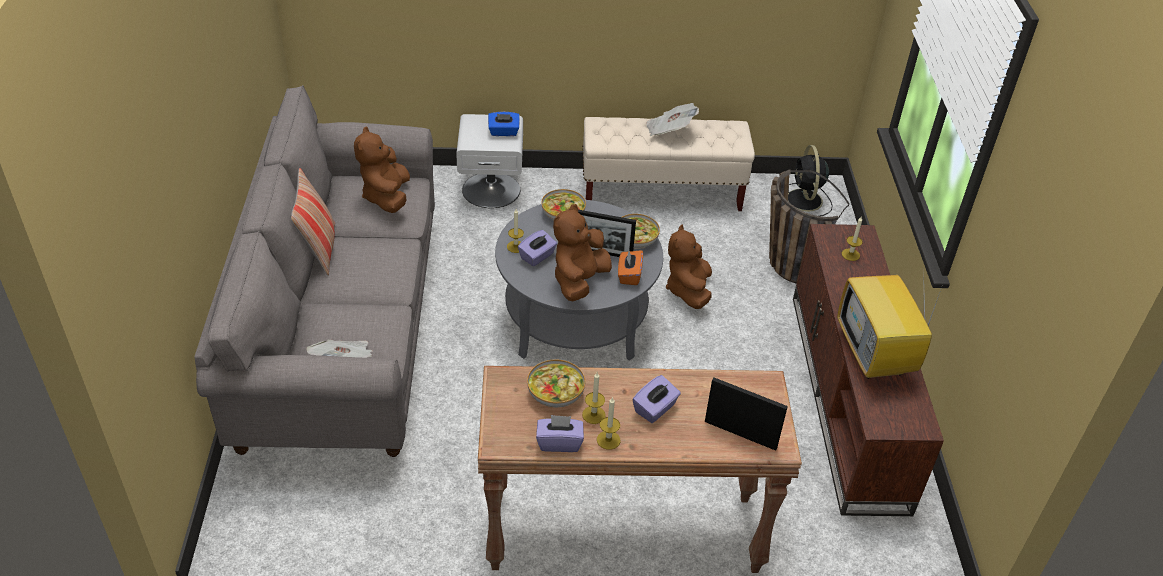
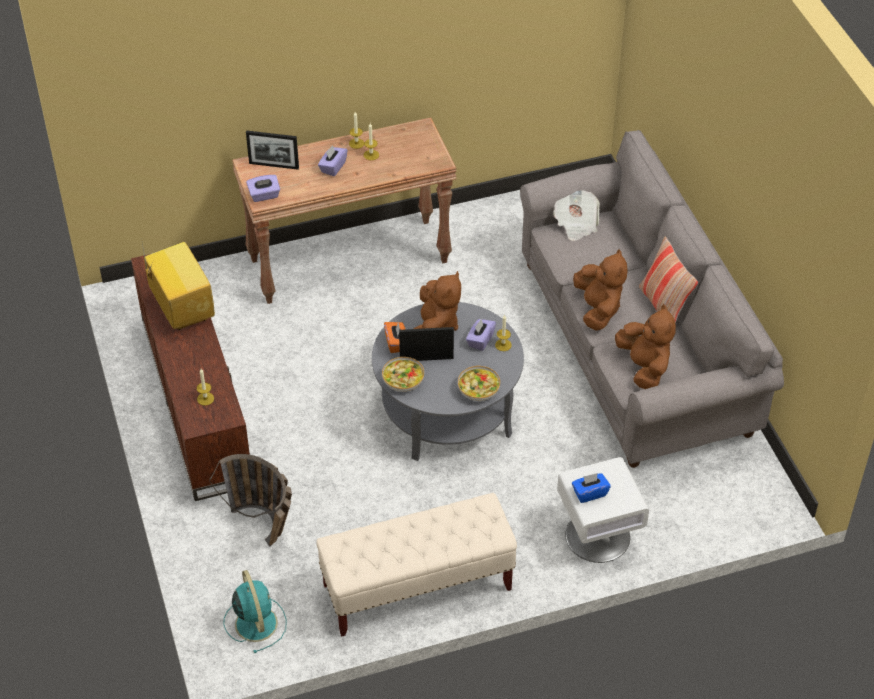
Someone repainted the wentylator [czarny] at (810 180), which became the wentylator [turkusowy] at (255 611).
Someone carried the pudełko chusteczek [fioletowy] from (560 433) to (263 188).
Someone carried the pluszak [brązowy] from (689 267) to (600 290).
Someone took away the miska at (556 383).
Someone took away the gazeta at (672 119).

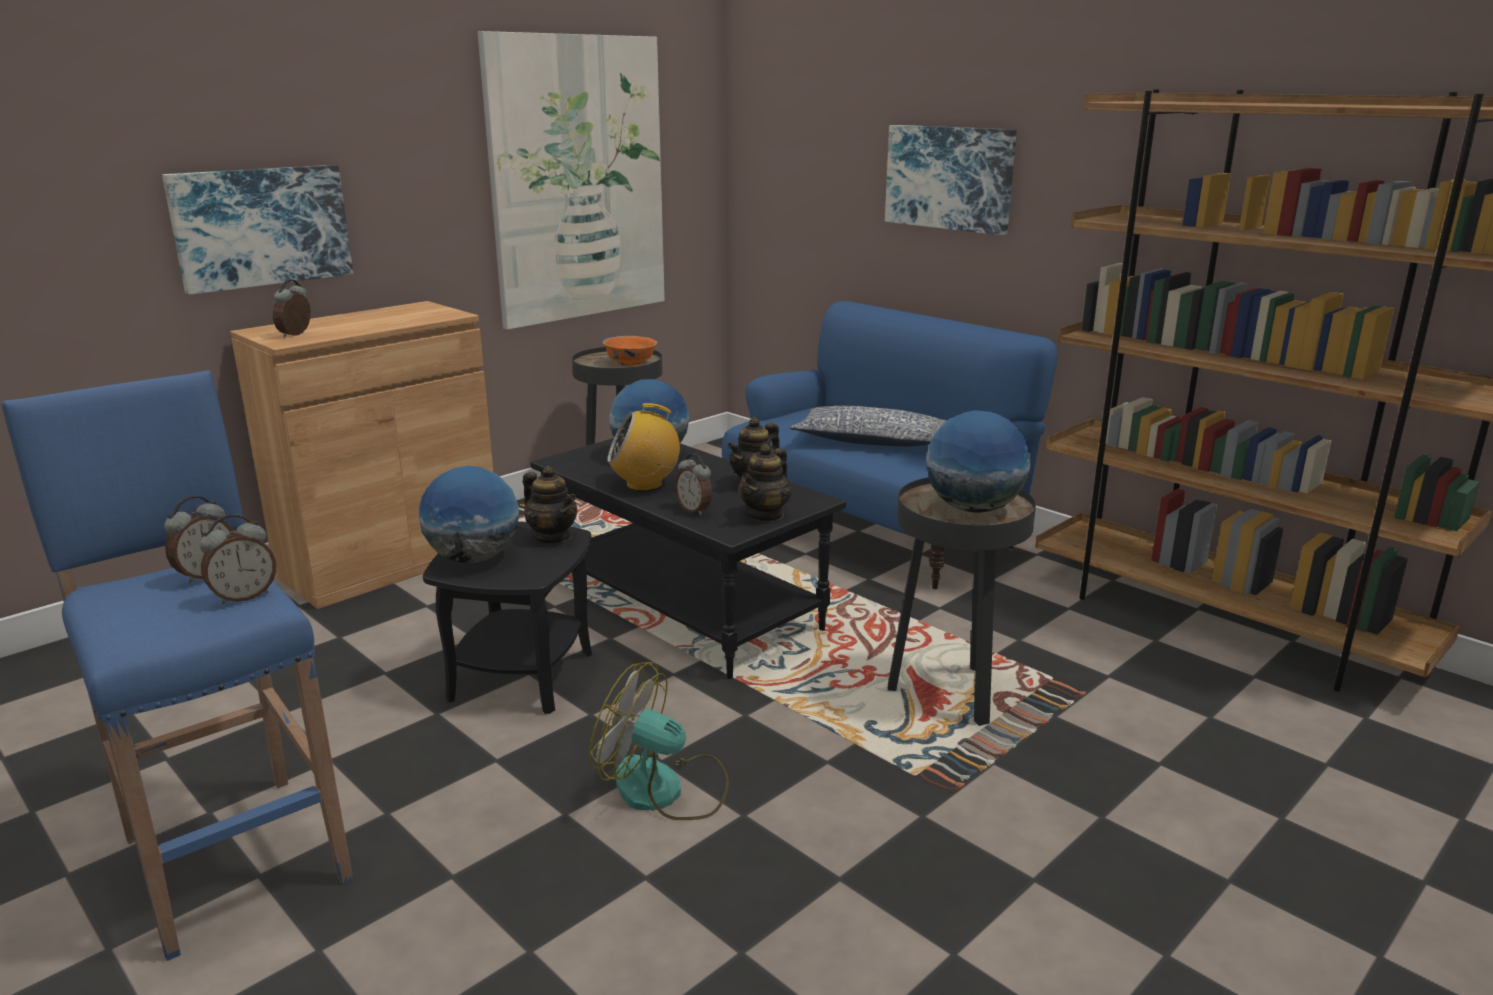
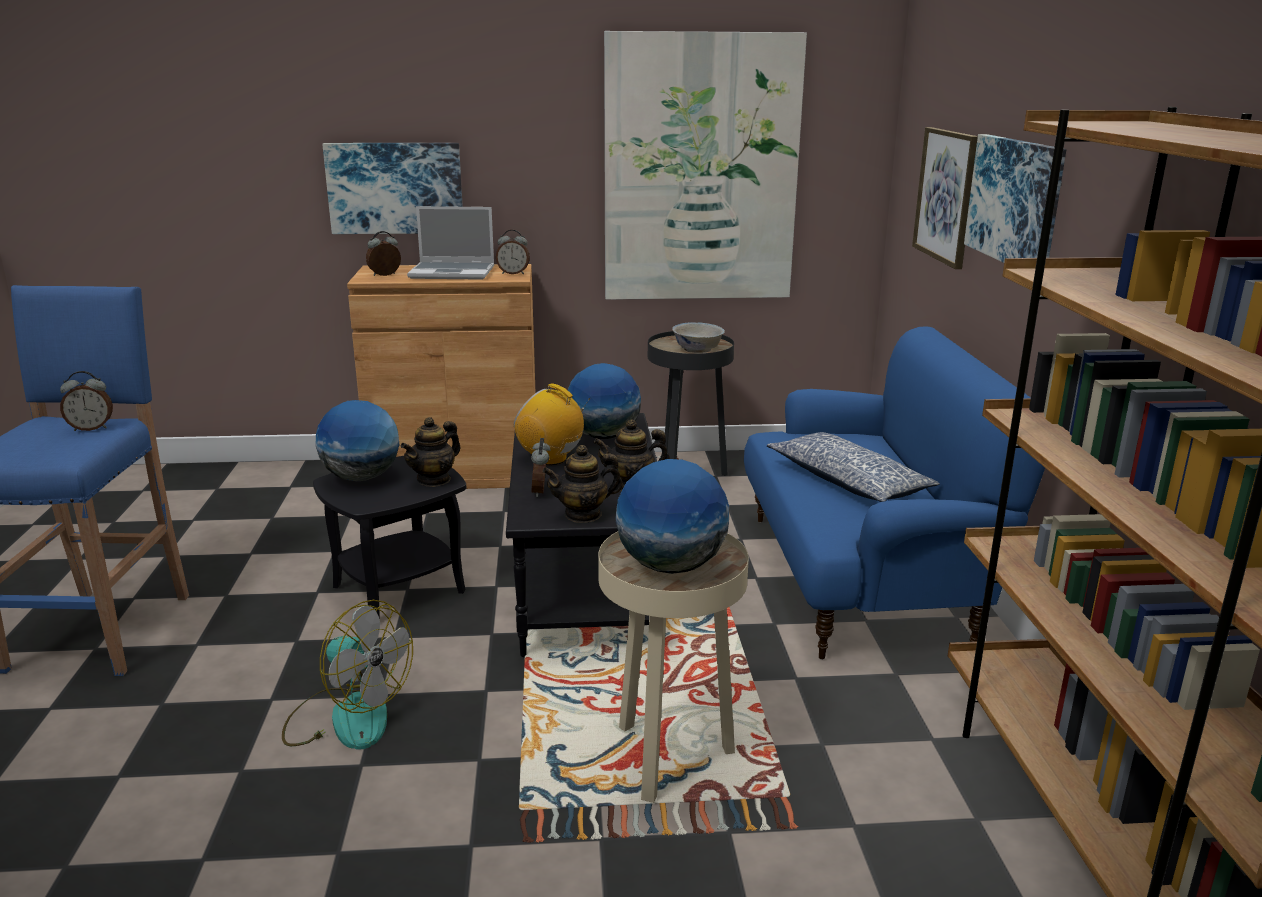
Someone rotated the wentylator at (659 741) by 150 degrees clockwise.
Someone rotated the imbryk at (550 504) by 45 degrees clockwise.
Someone put down the laptop at (450 243).
Someone carried the budzik from (238 559) to (513 252).
Someone repainted the stolik [czarny] at (962 601), which became the stolik [beżowy] at (673 667).
Someone repainted the miska [pomarańczowy] at (629 351), which became the miska [biały] at (698 337).
Someone put up the obraz at (945 198).

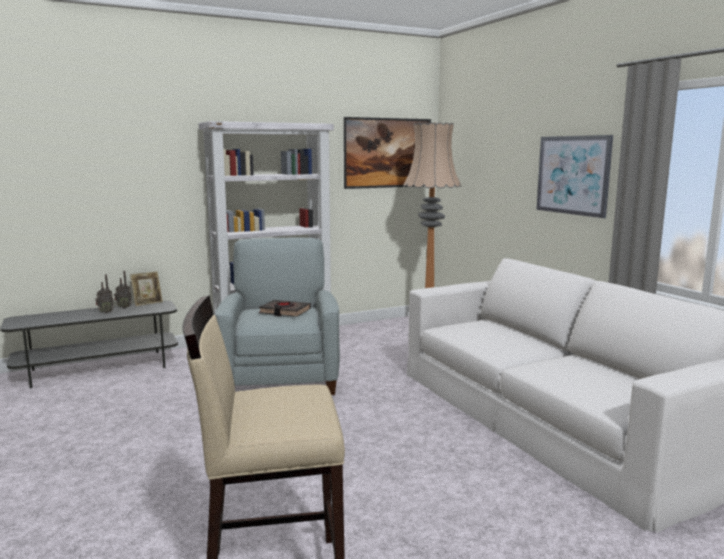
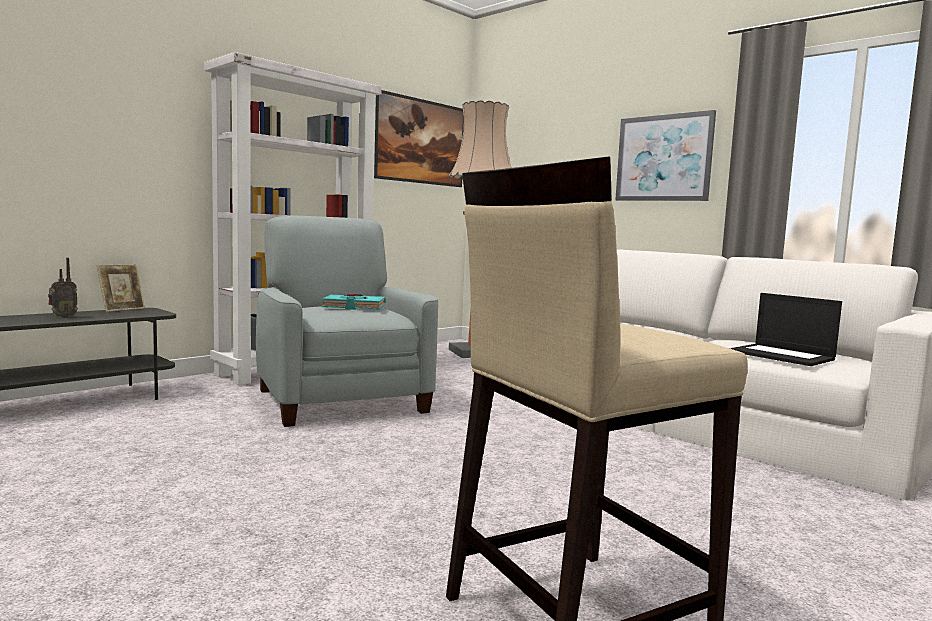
Someone repainted the książka [czarny] at (285 308), which became the książka [turkusowy] at (353 302).
Someone put down the laptop at (786 329).
Someone took away the radio at (123 289).

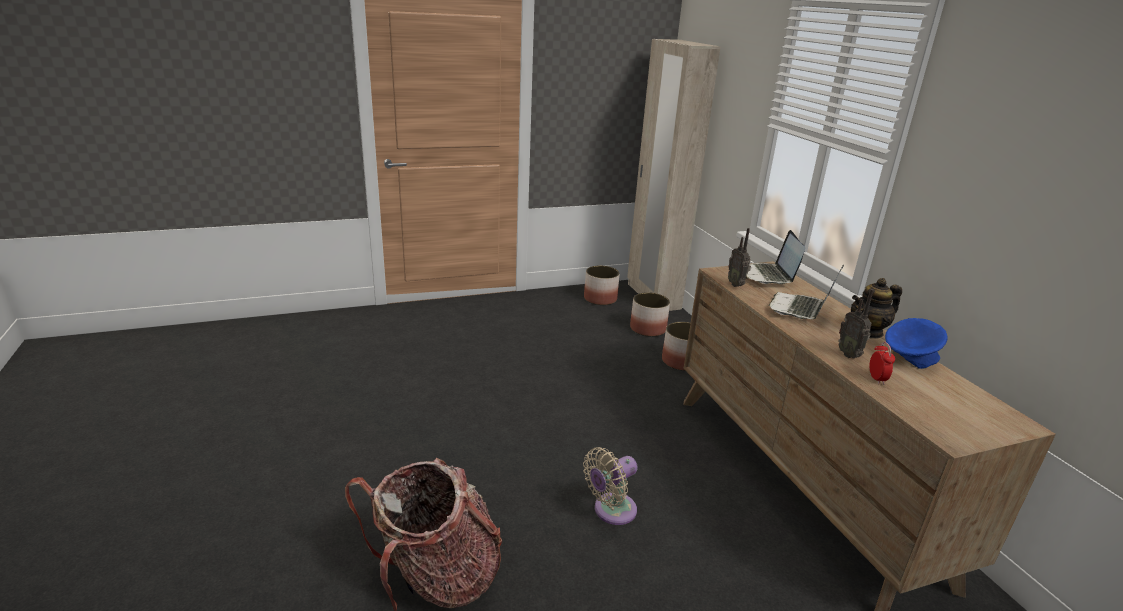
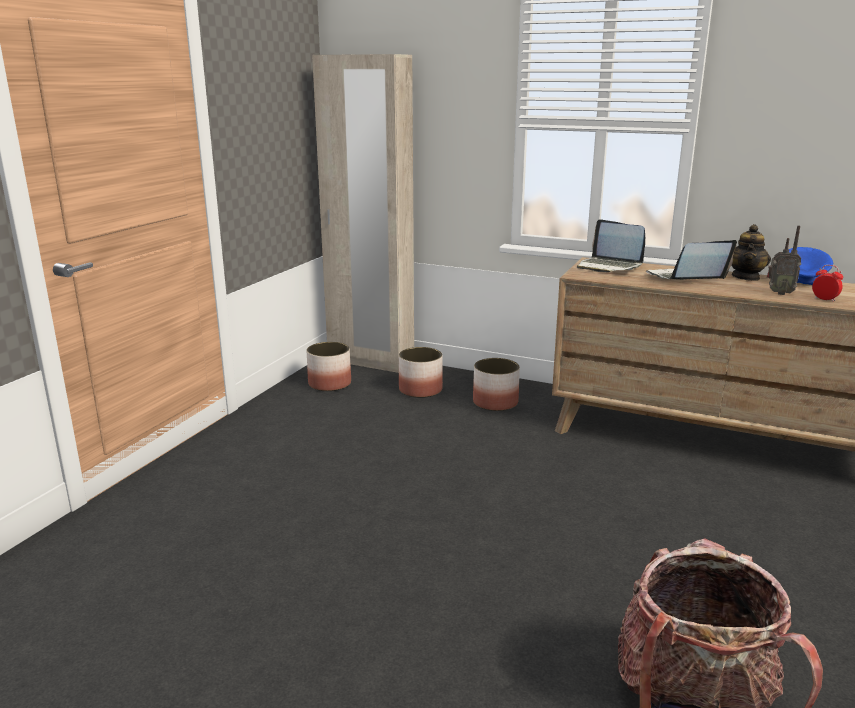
Someone rotated the laptop at (806 291) by 90 degrees clockwise.
Someone took away the wentylator [beżowy] at (610 486).
Someone took away the radio at (739 257).

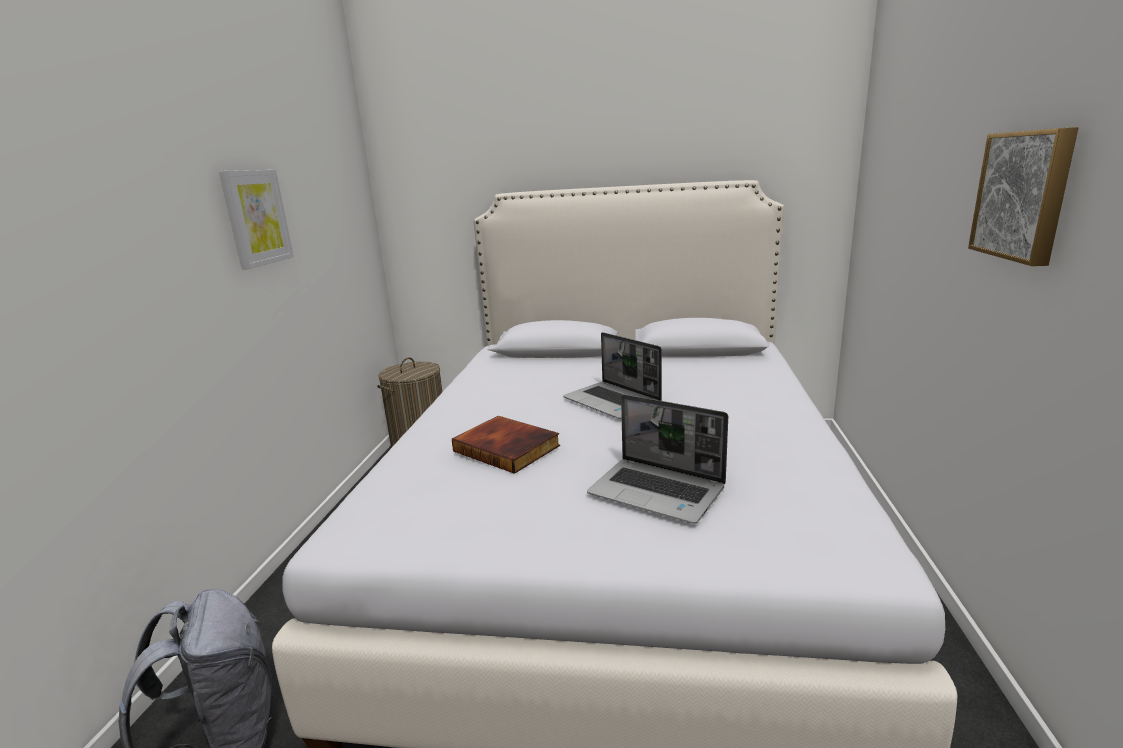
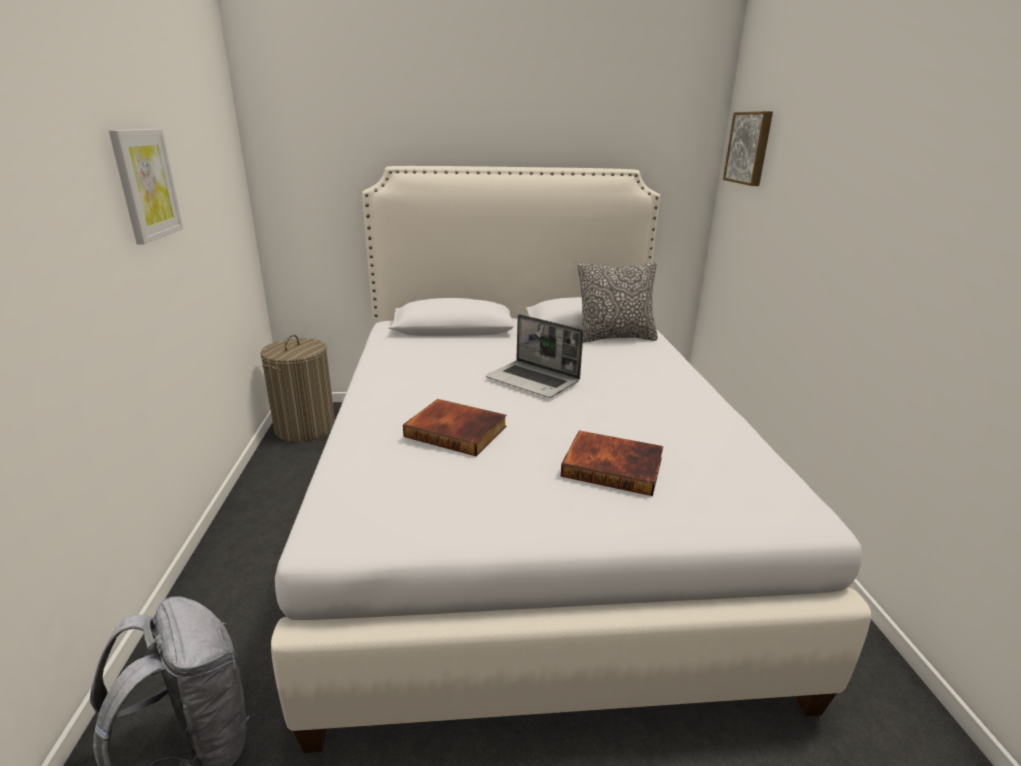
Someone swapped the laptop at (657 459) for the książka at (612 463).
Someone put down the poduszka at (618 302).
Someone carried the obraz from (1023 196) to (748 148).

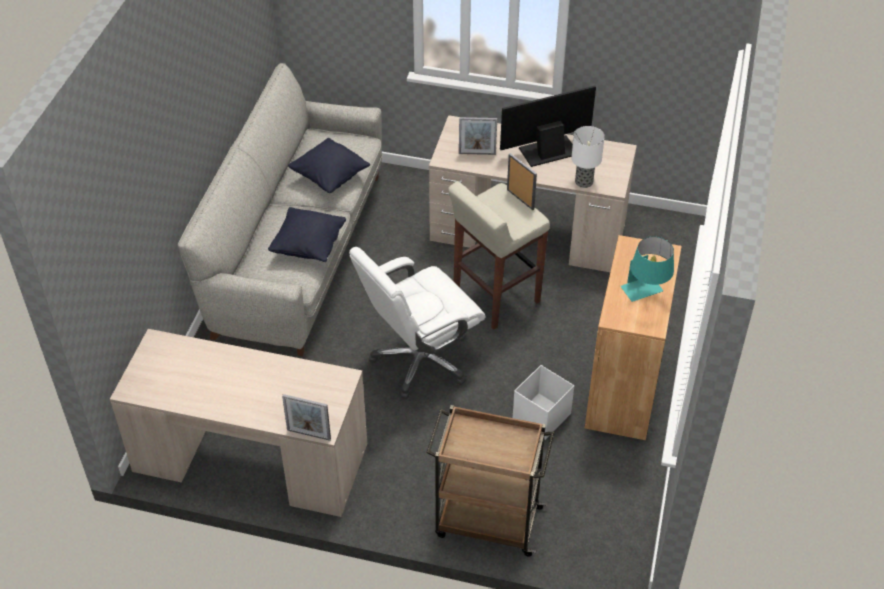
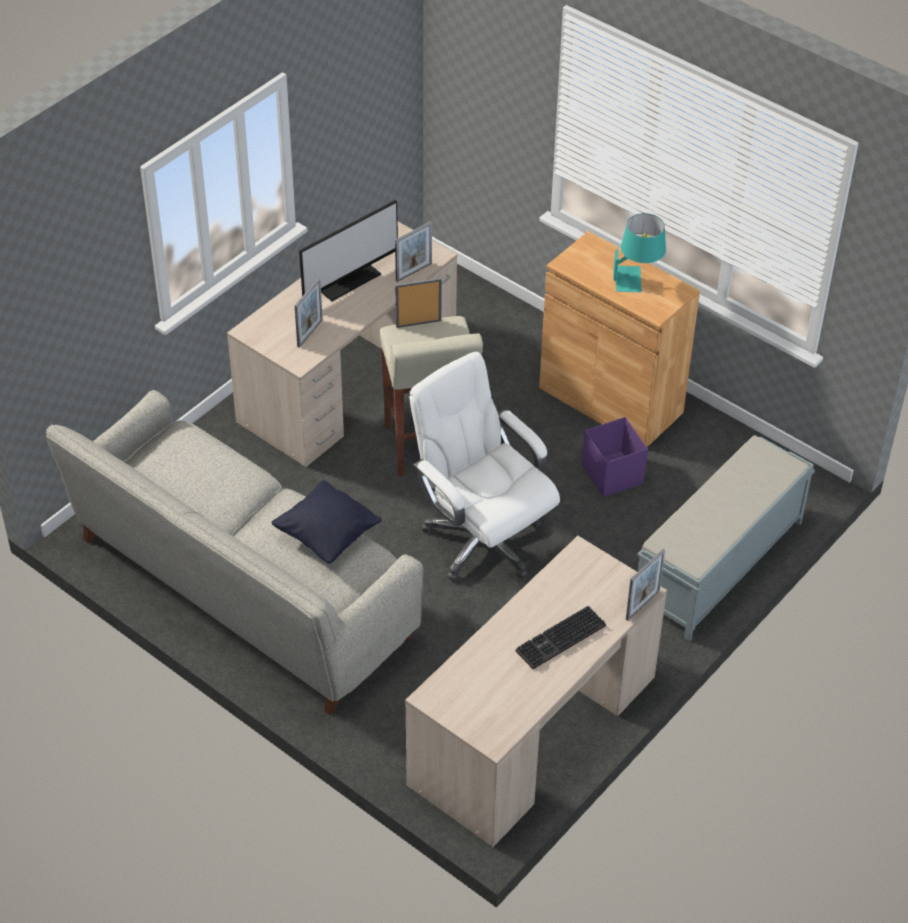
Someone rotated the monitor at (548 126) by 135 degrees counterclockwise.
Someone swapped the lampa stołowa at (588 157) for the ramka na zdjęcie at (413 251).
Someone rotated the krzesło biurowe [biały] at (417 323) by 150 degrees clockwise.
Someone put down the klawiatura at (561 637).
Someone repainted the pojemnik do przechowywania [biały] at (543 402), which became the pojemnik do przechowywania [fioletowy] at (615 457).
Someone swapped the wózek [brązowy] at (490 481) for the ławka [szary] at (726 538).
Someone took away the poduszka [czarny] at (329 165).

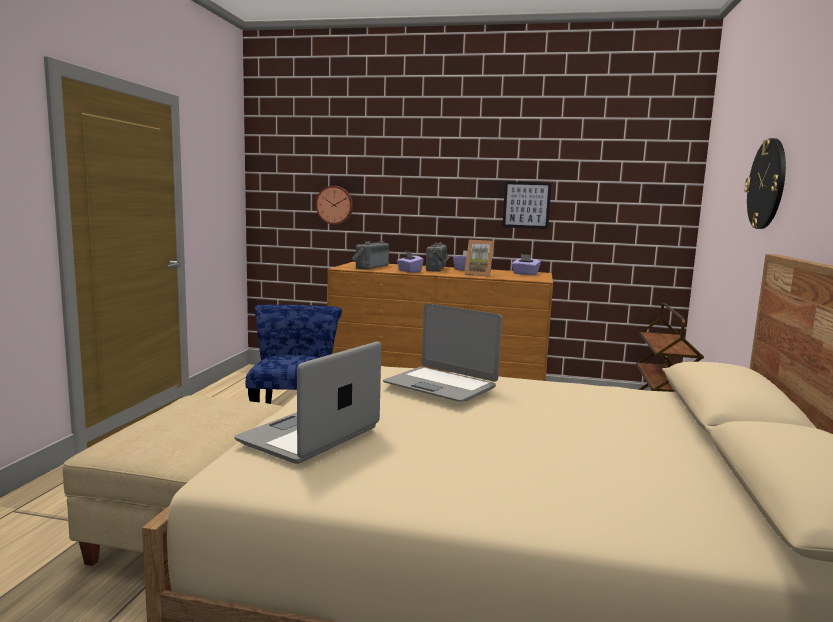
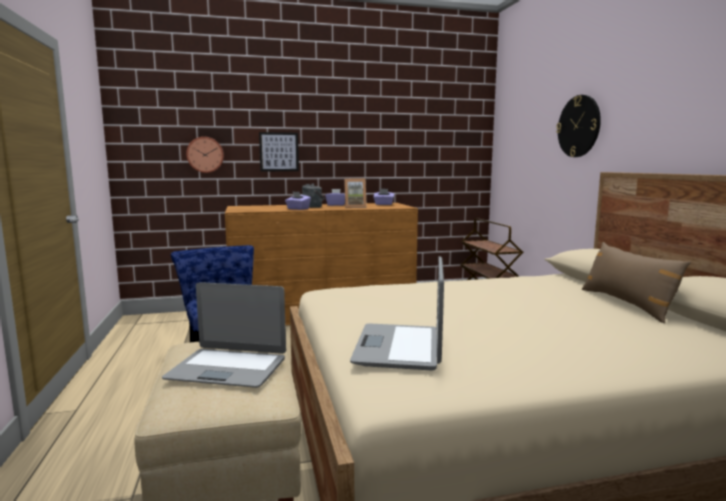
Someone carried the laptop from (442 352) to (224 335).
Someone carried the obraz from (527 205) to (279 151).
Someone put down the poduszka [brązowy] at (636 282).
Someone took away the radio at (370 255).

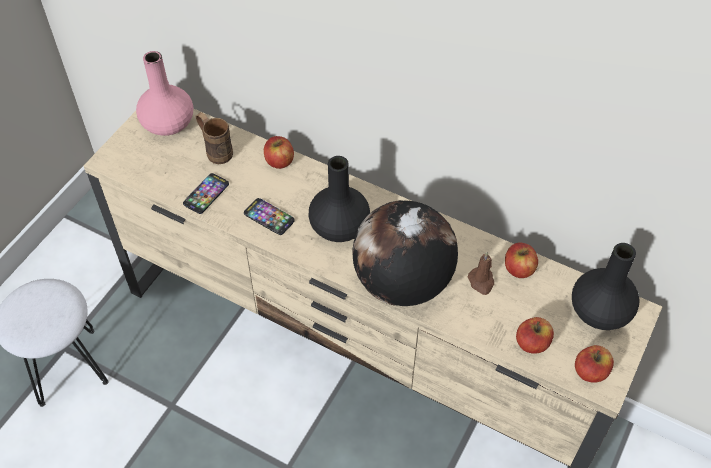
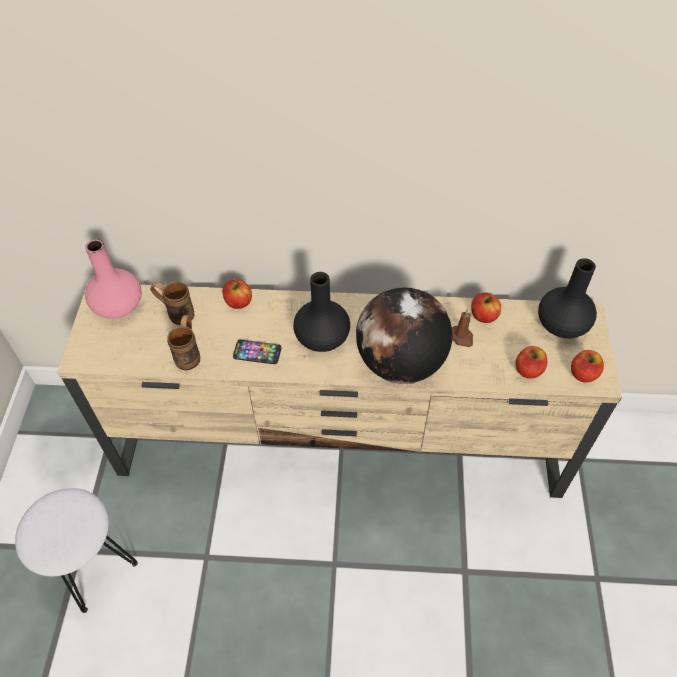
Someone swapped the telefon at (206 193) for the kubek [brązowy] at (183 342).

